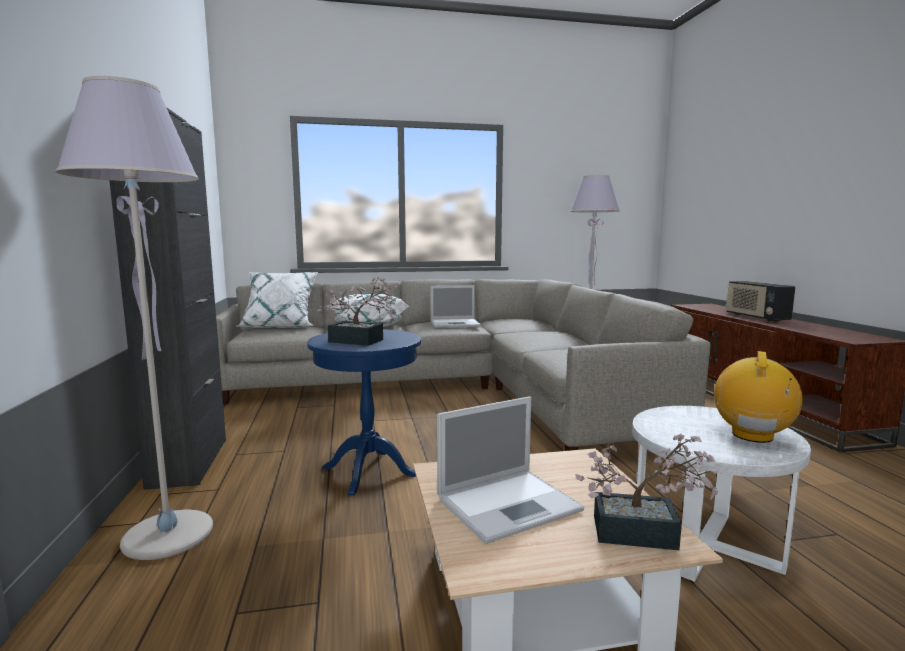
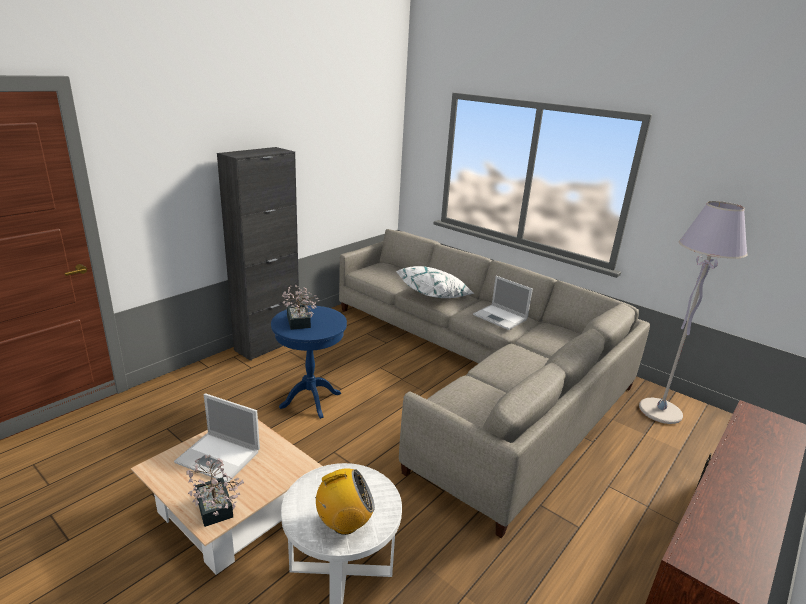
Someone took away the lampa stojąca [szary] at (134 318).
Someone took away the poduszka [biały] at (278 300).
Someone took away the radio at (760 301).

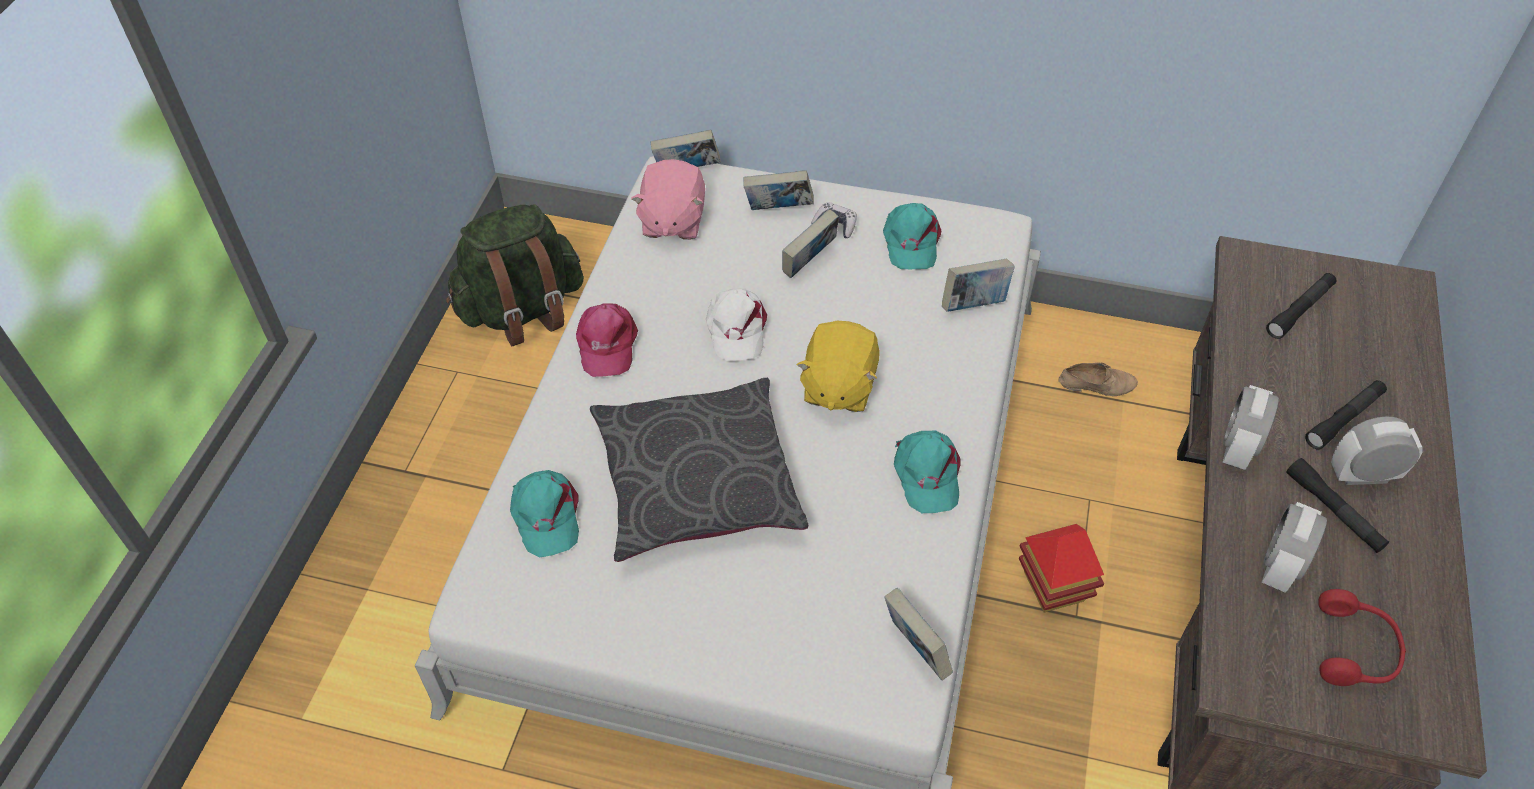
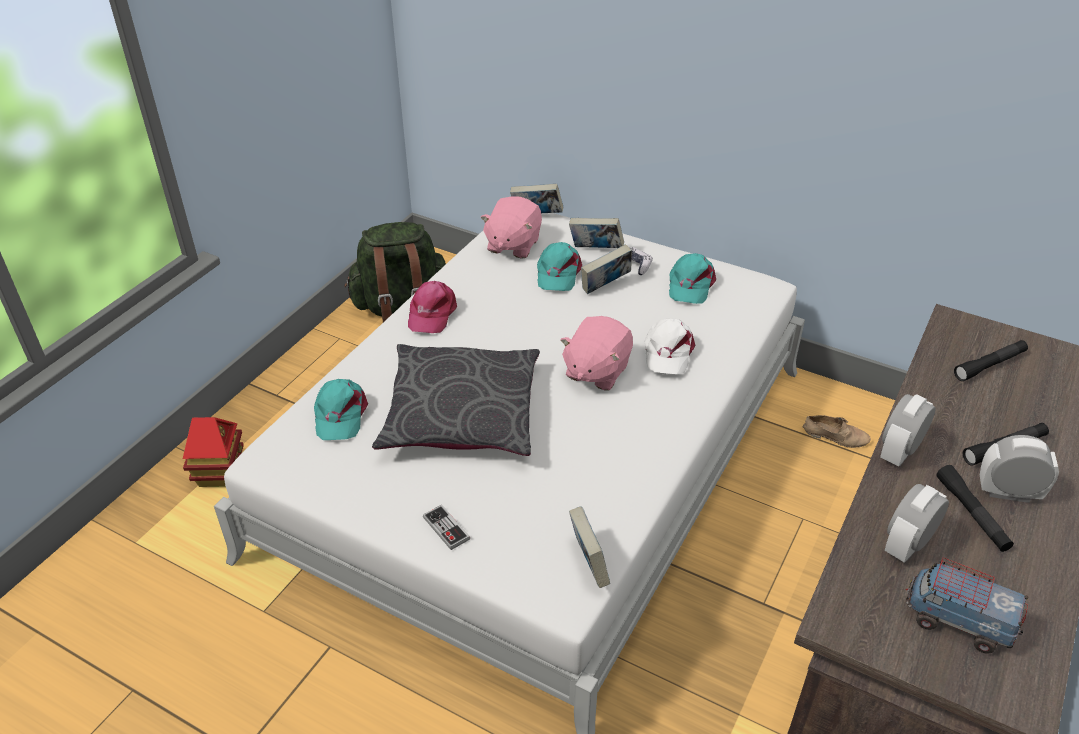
Someone carried the domek from (1061 568) to (213 452).
Someone put down the pad do gier at (446 527).
Someone carried the czapka z daszkiem [turkusowy] from (927 472) to (559 266).
Someone repainted the pluszak [żółty] at (838 366), which became the pluszak [różowy] at (596 353).
Someone carried the czapka z daszkiem [biały] from (736 325) to (670 346).
Someone swapped the słuchawki [czerwony] at (1362 637) for the ciężarówka zabawkowa at (967 606).
Someone took away the książka at (978 285).

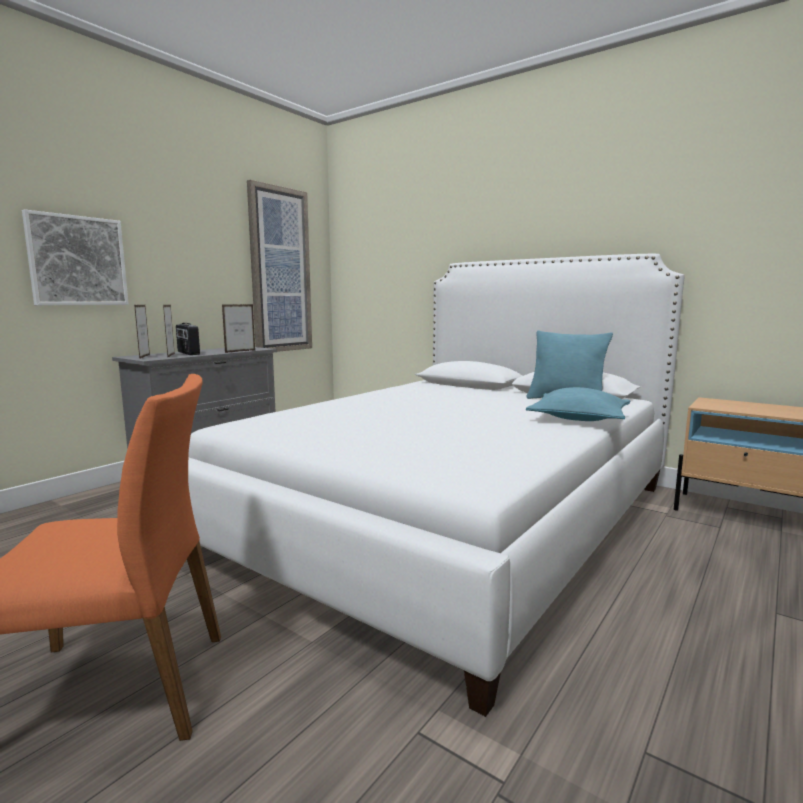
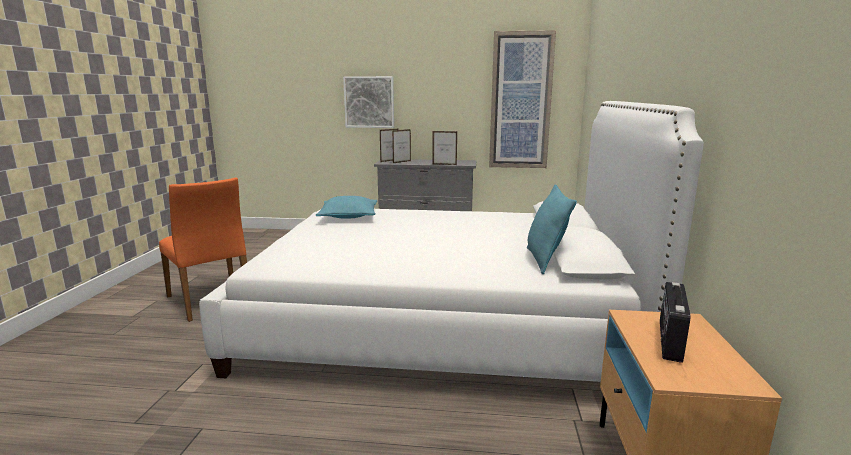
Someone carried the poduszka [turkusowy] from (578 404) to (346 207).
Someone carried the radio from (188 339) to (675 322).

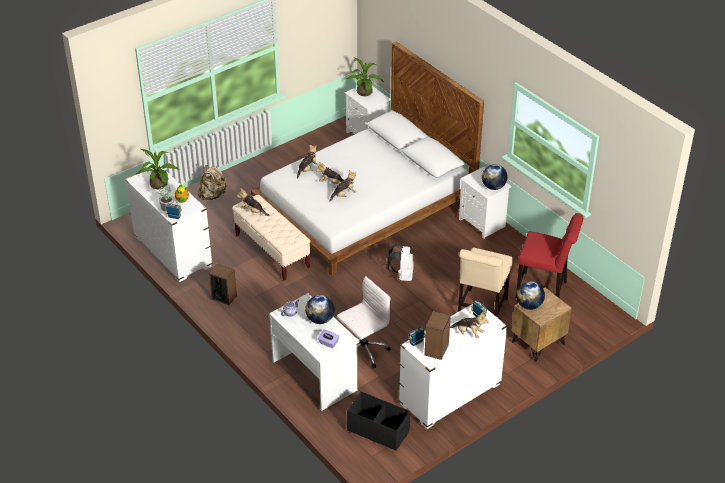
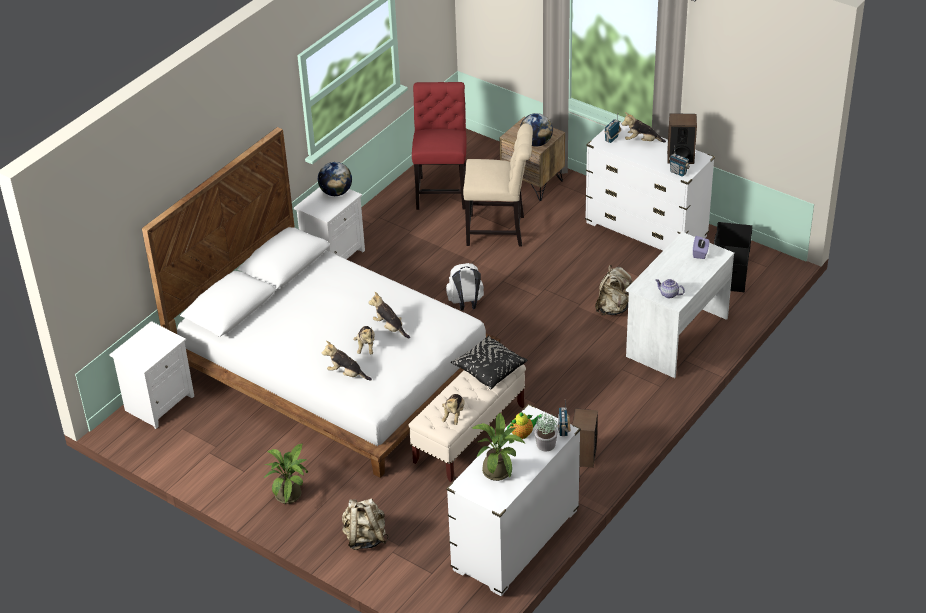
Someone carried the roślina doniczkowa from (365 76) to (286 473).
Someone put down the poduszka [czarny] at (489 362).
Someone swapped the krzesło biurowe [biały] at (364 322) for the plecak [beżowy] at (614 290).
Someone rotated the pluszak at (469 324) by 90 degrees counterclockwise.
Someone took away the globus at (320 309).

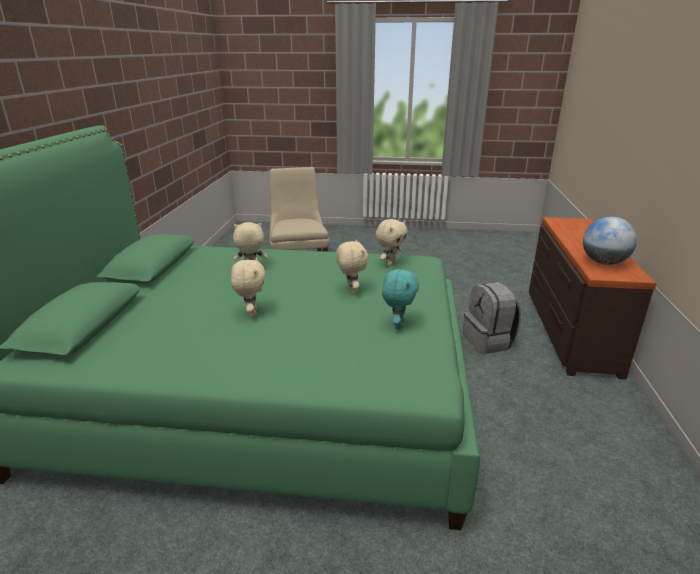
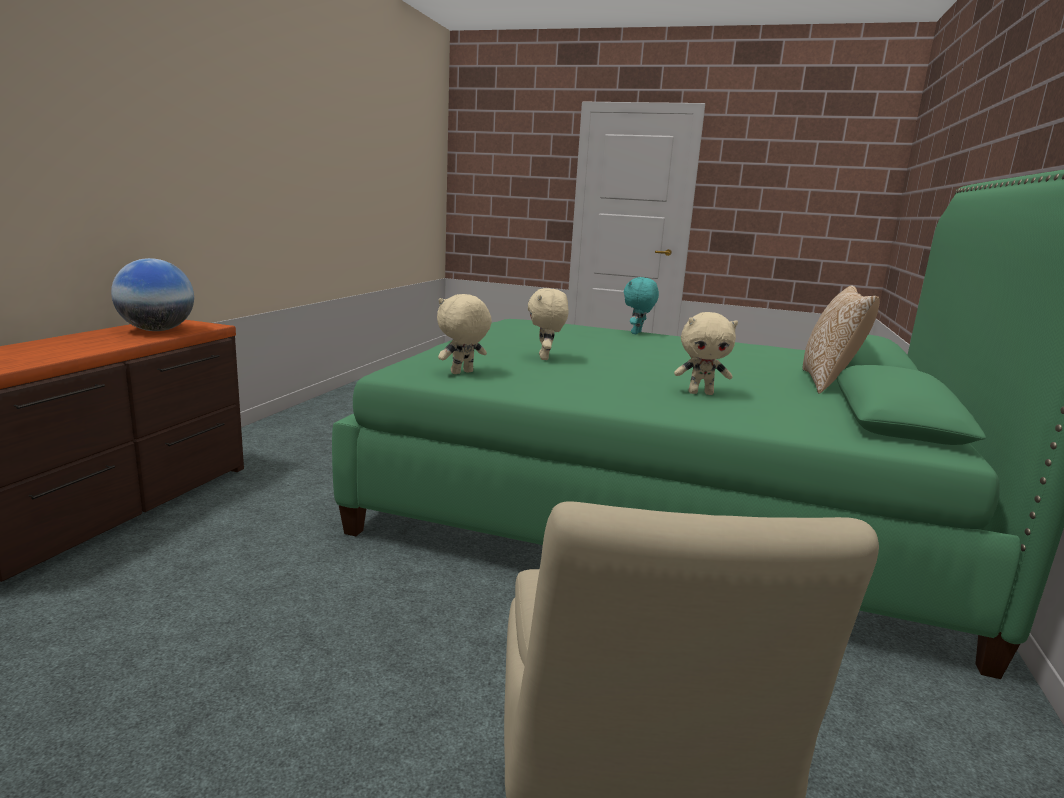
Someone carried the pluszak [turkusowy] from (400 299) to (641 305).
Someone put down the poduszka at (841 339).
Someone took away the pluszak [beżowy] at (248 287).
Someone took away the plecak [szary] at (492 318).

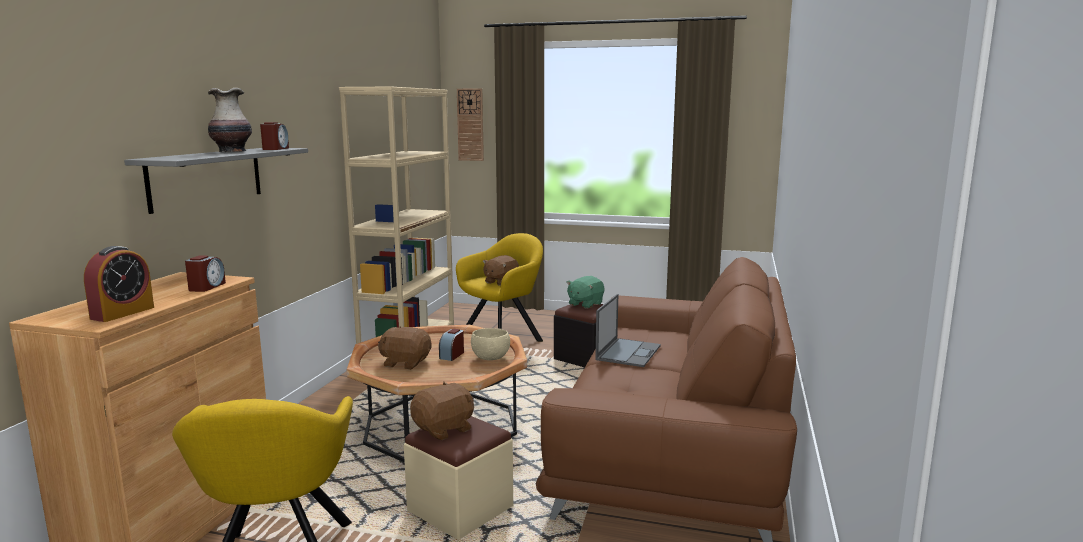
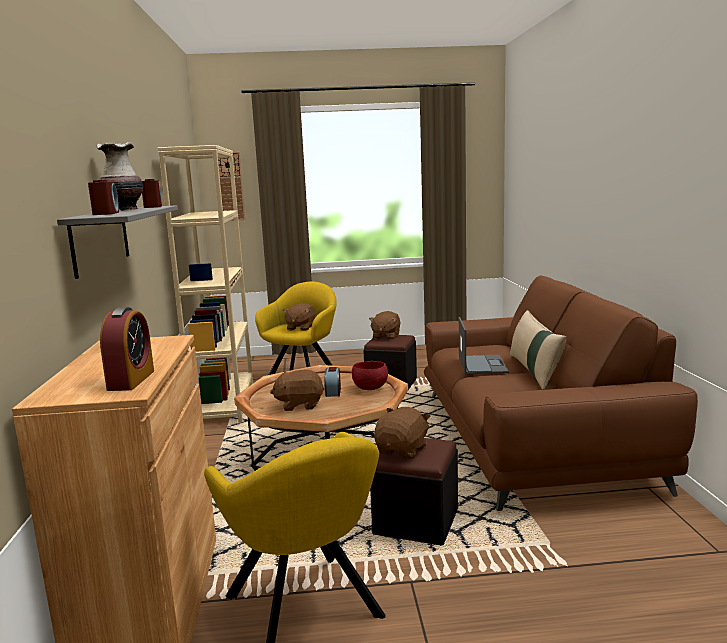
Someone carried the budzik from (205 273) to (103 197).
Someone repainted the miska [beżowy] at (490 344), which became the miska [czerwony] at (370 375).
Someone repainted the pluszak [zielony] at (586 292), which became the pluszak [brązowy] at (385 325).
Someone repainted the pufa [beżowy] at (458 478), which became the pufa [czarny] at (414 492).
Someone put down the poduszka [beżowy] at (538 350).

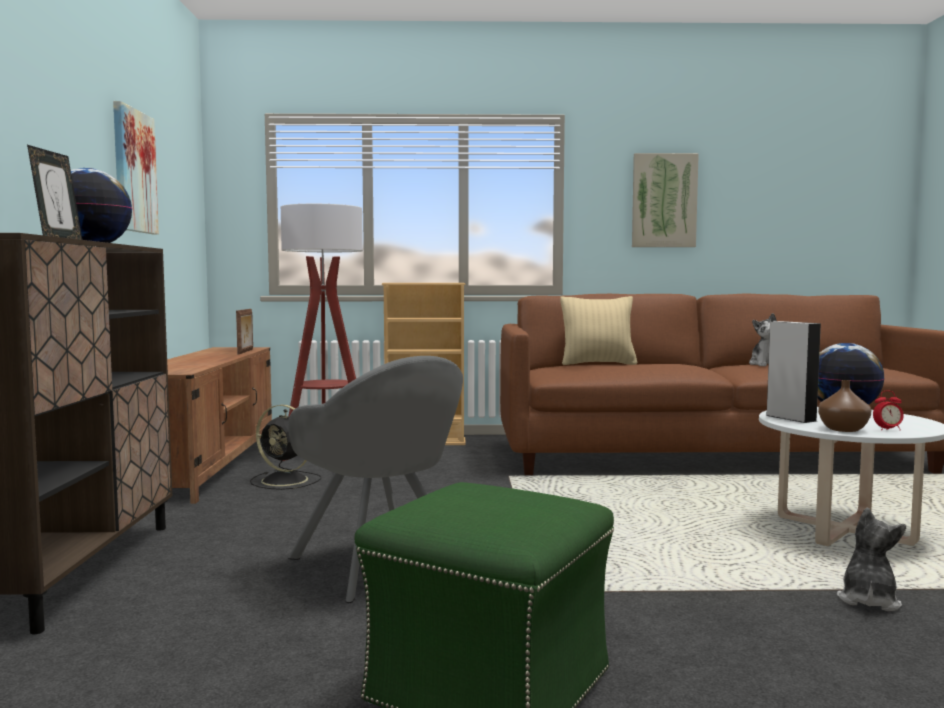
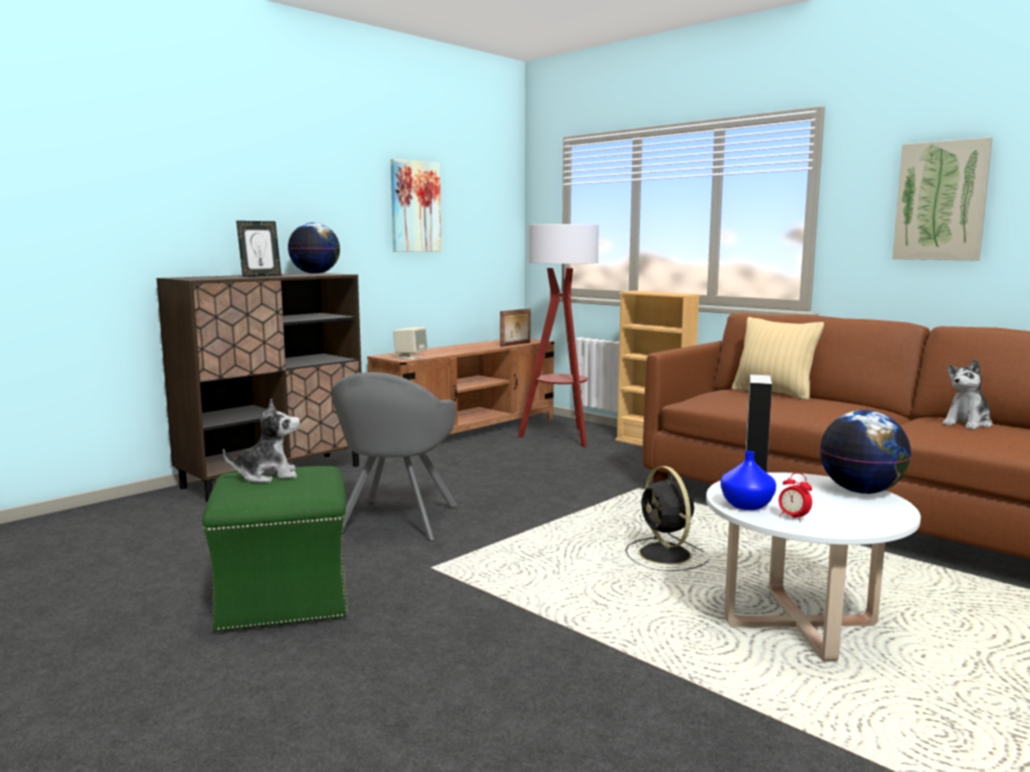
Someone carried the pluszak from (871 559) to (261 440).
Someone put down the głośnik [beżowy] at (410 343).
Someone carried the wentylator [czarny] from (285 447) to (666 518).
Someone repainted the wazon [brązowy] at (845 406), which became the wazon [niebieski] at (748 480).

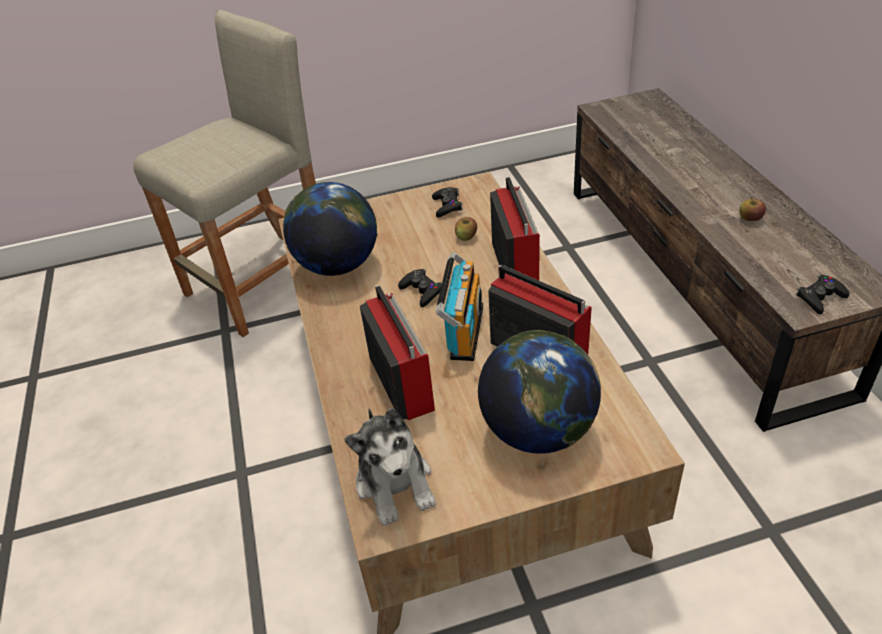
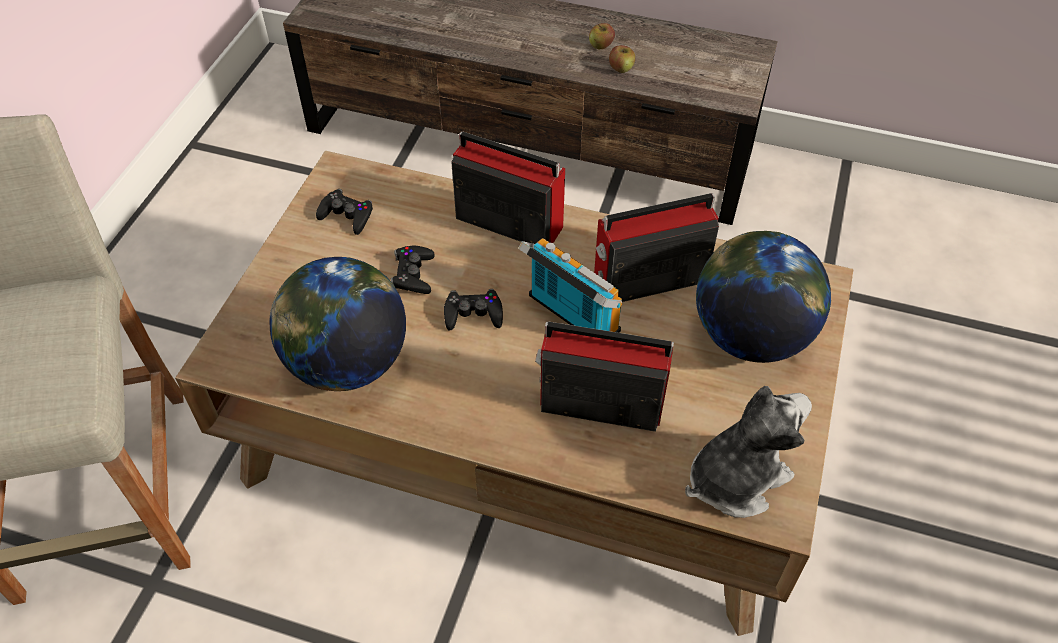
Someone carried the pad do gier [czarny] from (822 294) to (413 270).
Someone carried the jabłko from (466 229) to (622 59).
Someone rotated the pluszak at (390 467) by 45 degrees counterclockwise.

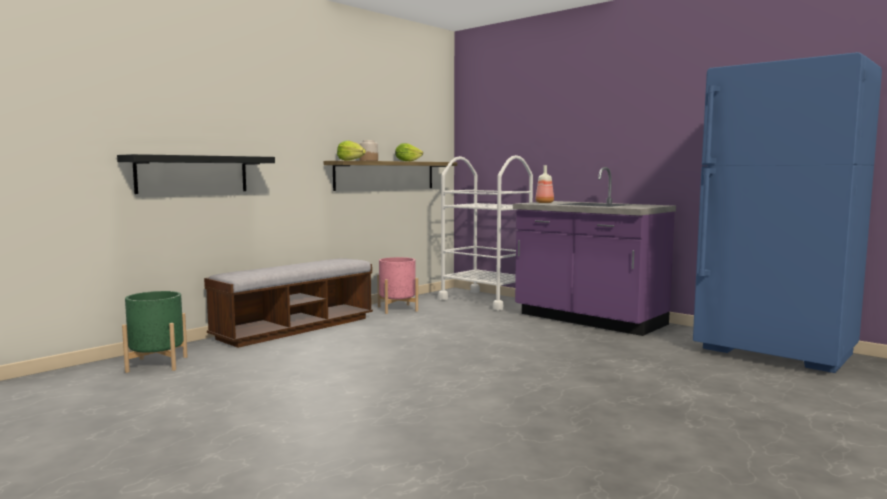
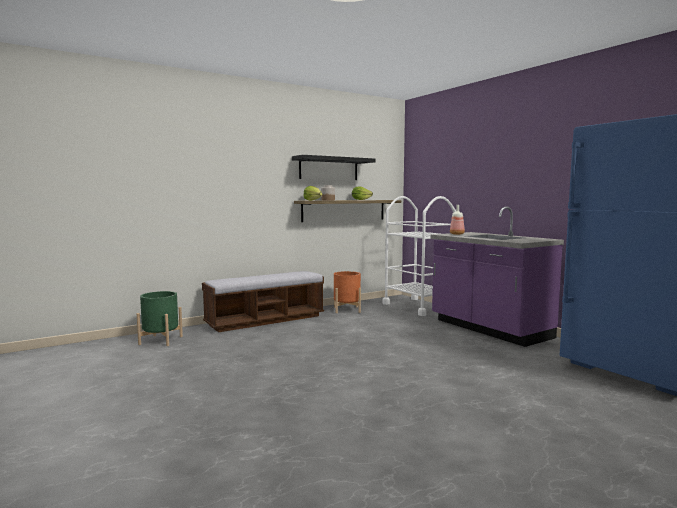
Someone carried the półka [czarny] from (196 174) to (333 167).
Someone repainted the donica [różowy] at (397 285), which became the donica [pomarańczowy] at (347 292).

